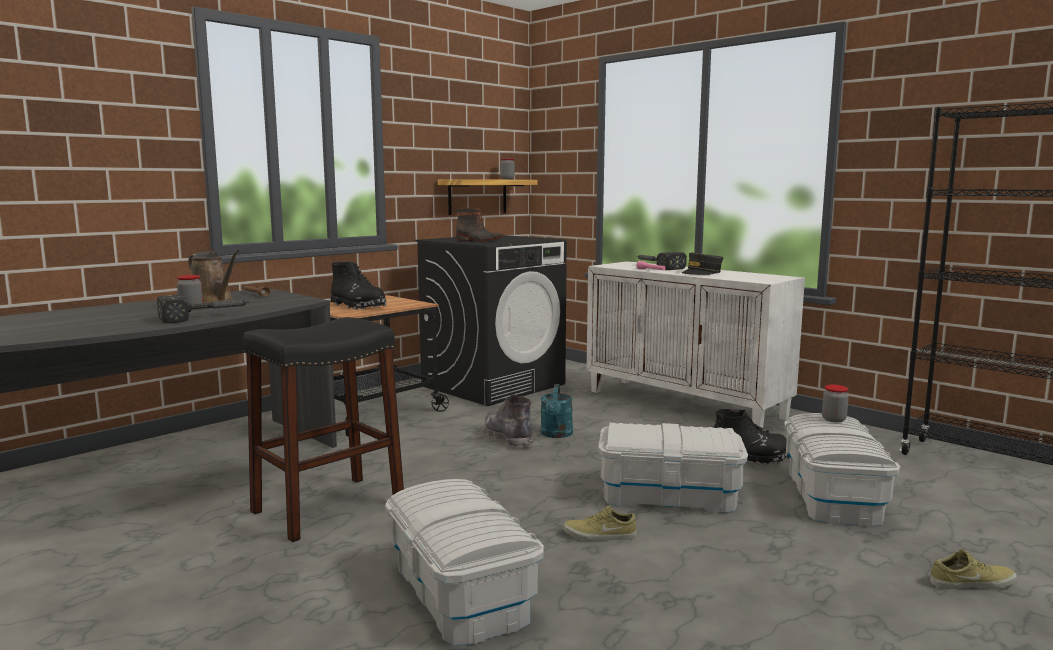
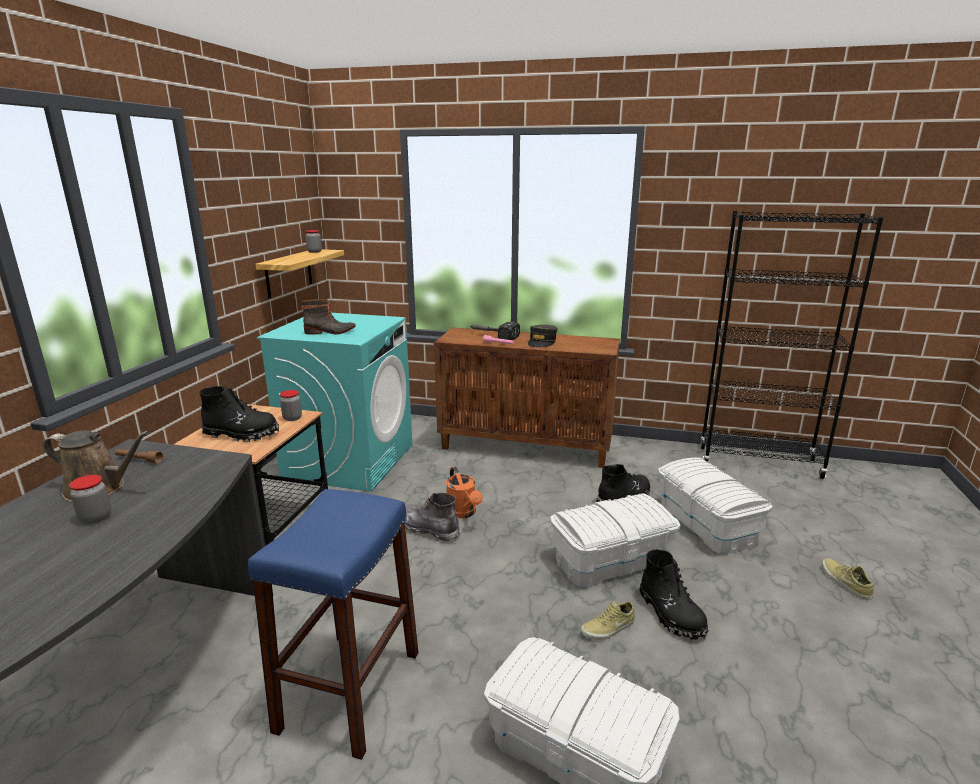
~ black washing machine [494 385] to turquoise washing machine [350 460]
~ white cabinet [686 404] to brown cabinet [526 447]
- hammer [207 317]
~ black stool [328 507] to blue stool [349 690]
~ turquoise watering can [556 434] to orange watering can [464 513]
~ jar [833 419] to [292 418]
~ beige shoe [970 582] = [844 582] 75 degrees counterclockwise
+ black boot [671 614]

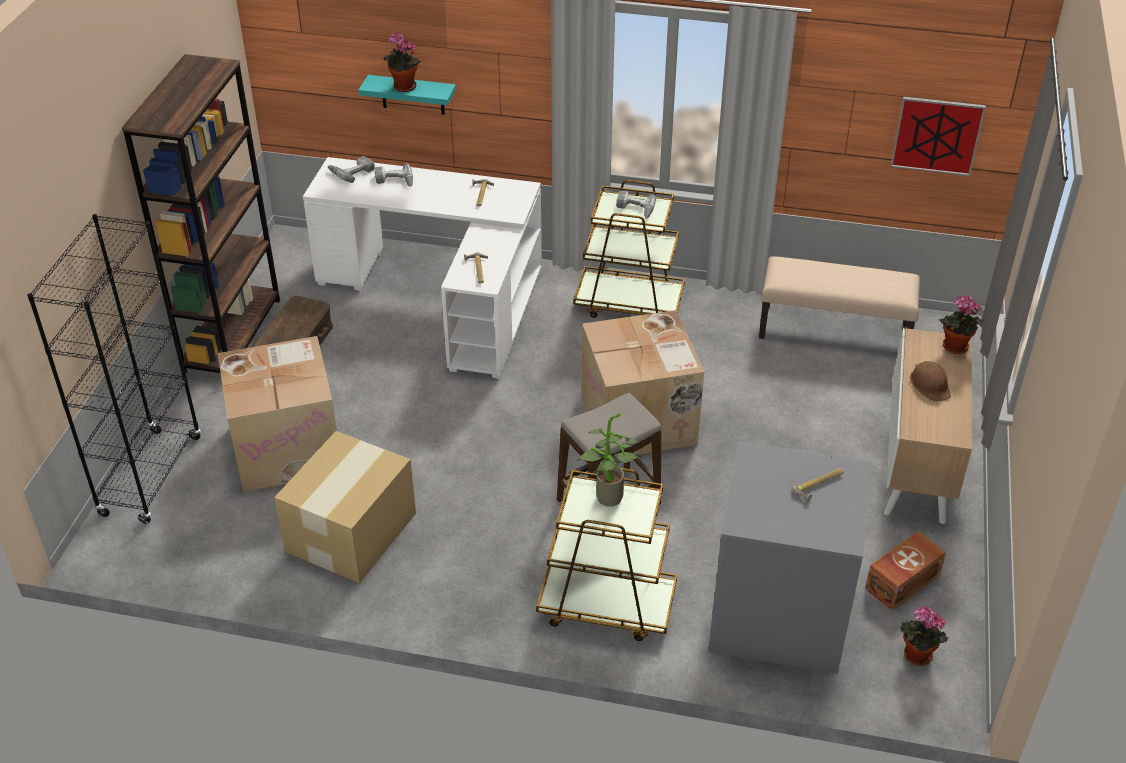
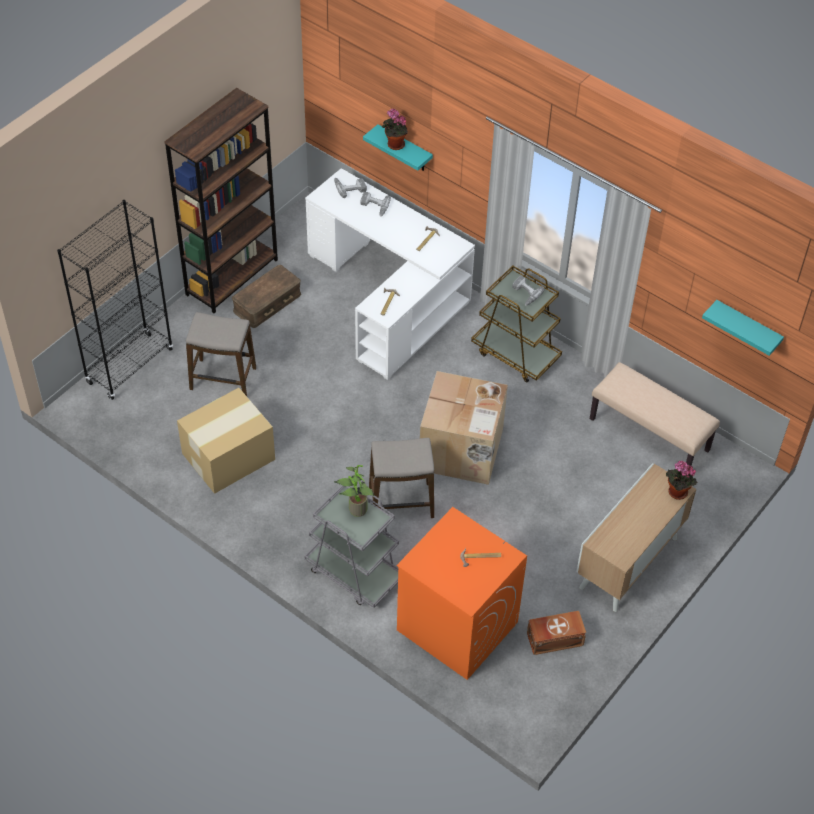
~ picture [937 135] to turquoise shelf [747 327]
~ cardboard box [288 447] to stool [223 378]
- brown hard hat [930 385]
~ grey washing machine [777 615] to orange washing machine [456 626]
~ brown cart [606 605] to grey cart [354 572]
- potted plant [915 656]

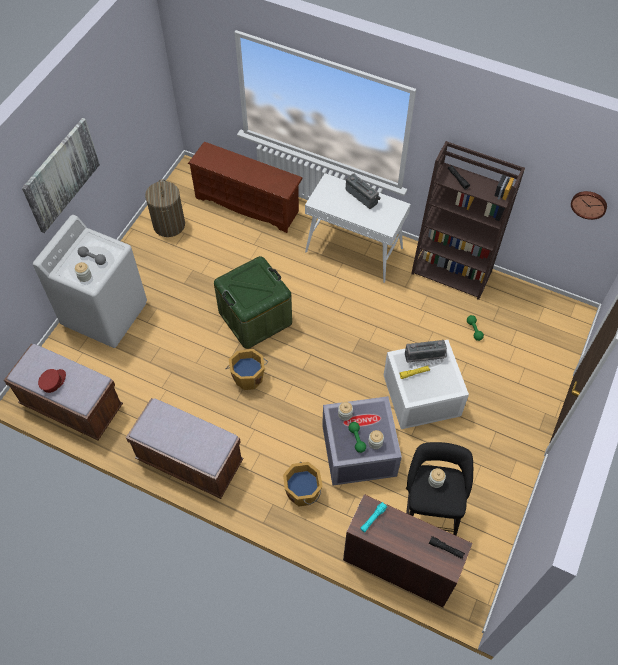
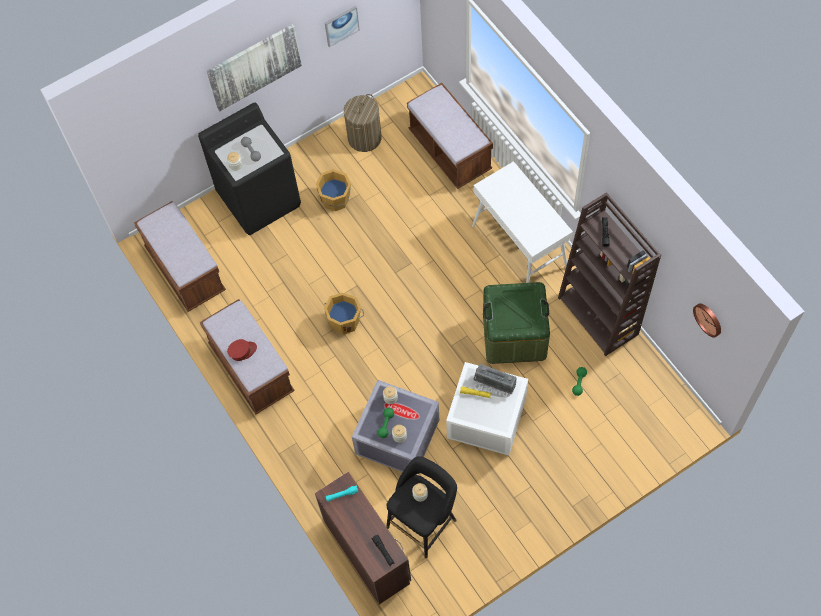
~ brown shoe rack [248 204] to brown bench [450 151]
- radio [363 196]
~ white washing machine [105 313] to black washing machine [259 199]
~ green storage box [255 317] to [514 335]
~ red cap [53 382] to [242 351]
~ orange bucket [303 492] to [336 199]
+ picture [341 25]

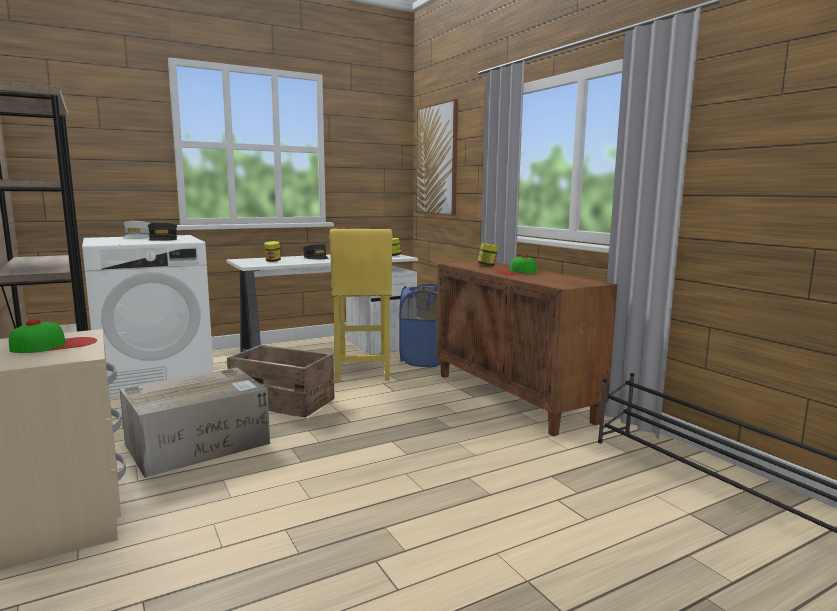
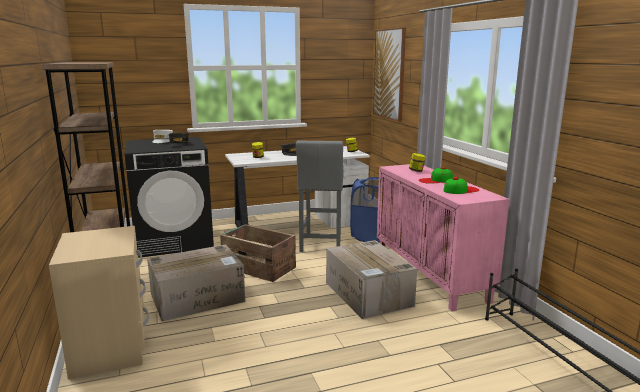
~ yellow stool [362 371] to grey stool [321 244]
~ white washing machine [155 377] to black washing machine [174 240]
~ brown cabinet [513 397] to pink cabinet [430 275]
~ cap [54 345] to [460 190]
+ cardboard box [369 294]

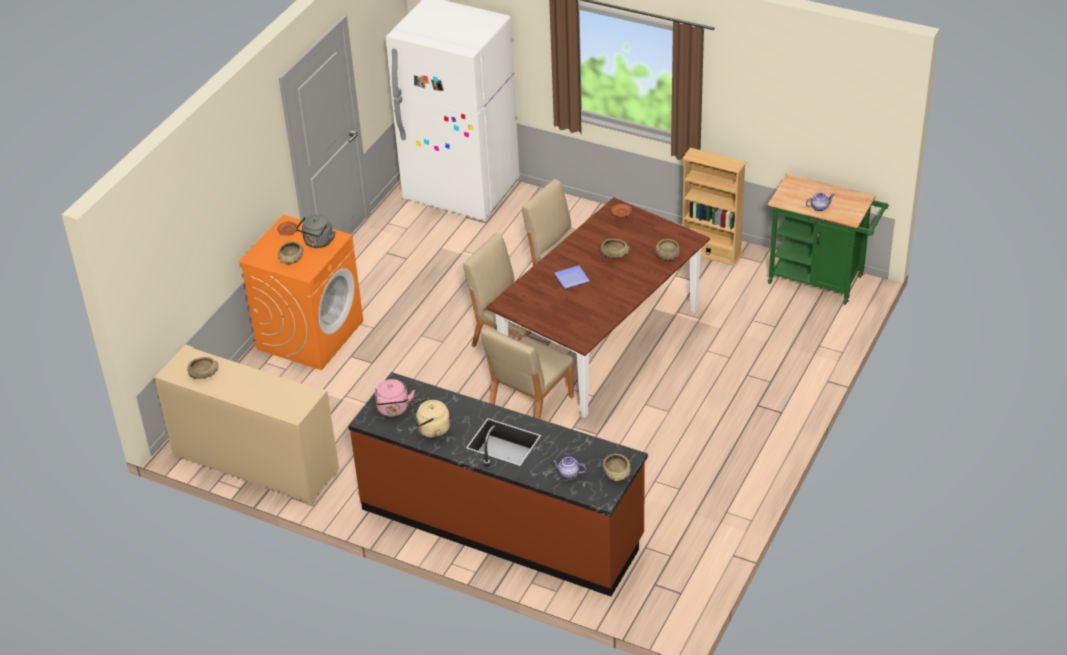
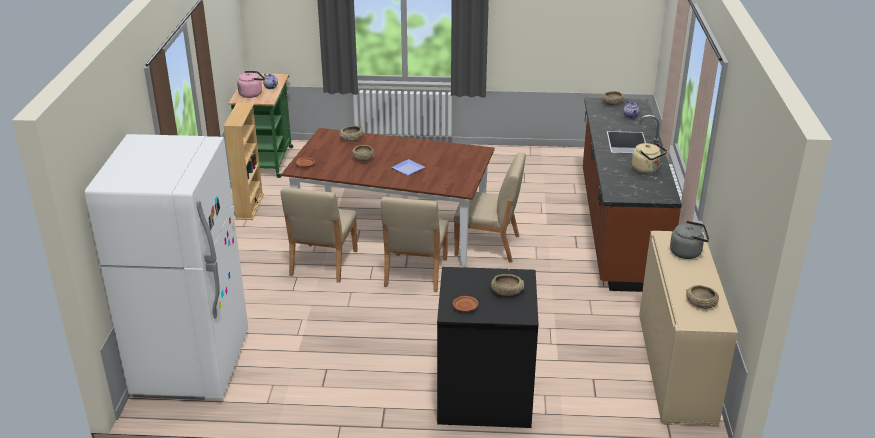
~ grey kettle [318 242] to [687 252]
~ orange washing machine [310 334] to black washing machine [483 396]
~ pink kettle [393 410] to [252 94]

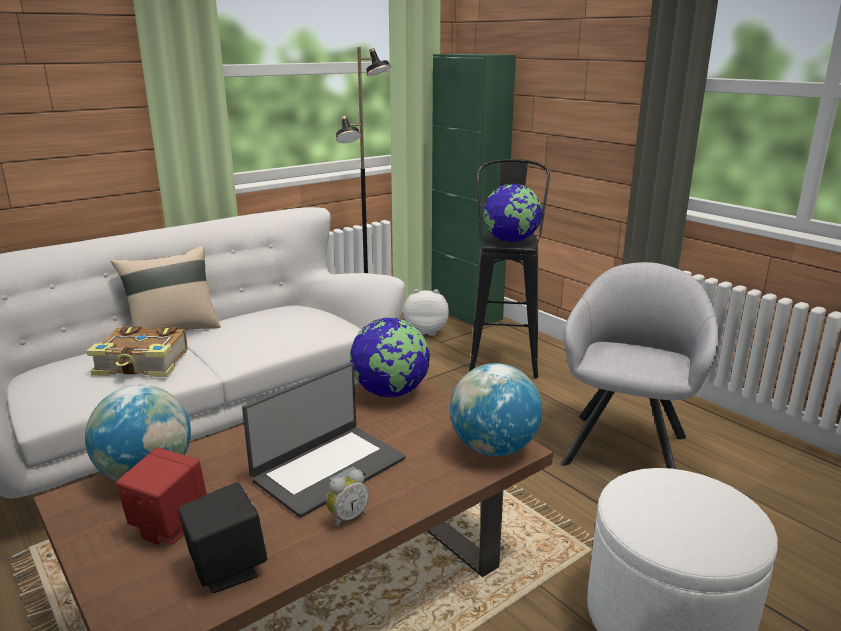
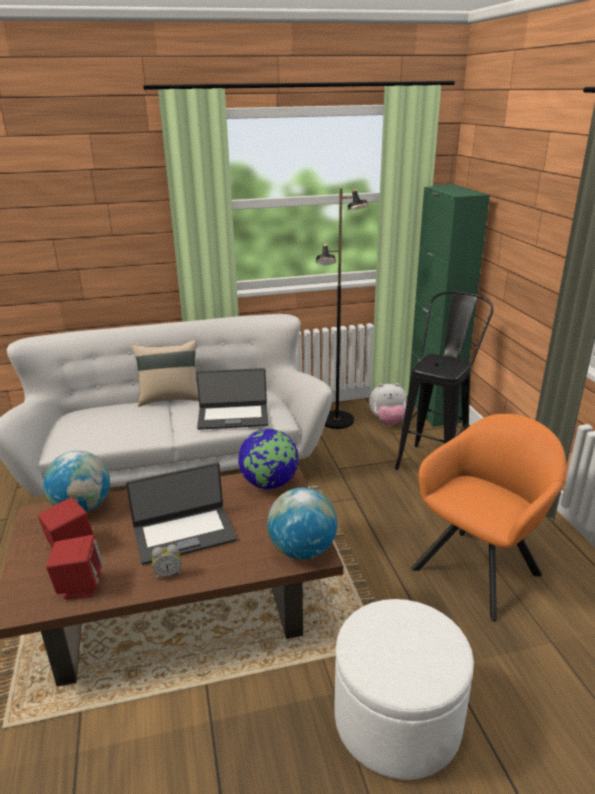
- globe [511 241]
~ grey armchair [627 445] to orange armchair [480 568]
~ plush toy [426 331] = [387 421] 150 degrees clockwise
- book [143 364]
~ black speaker [226 569] to red speaker [80 586]
+ laptop [233 417]

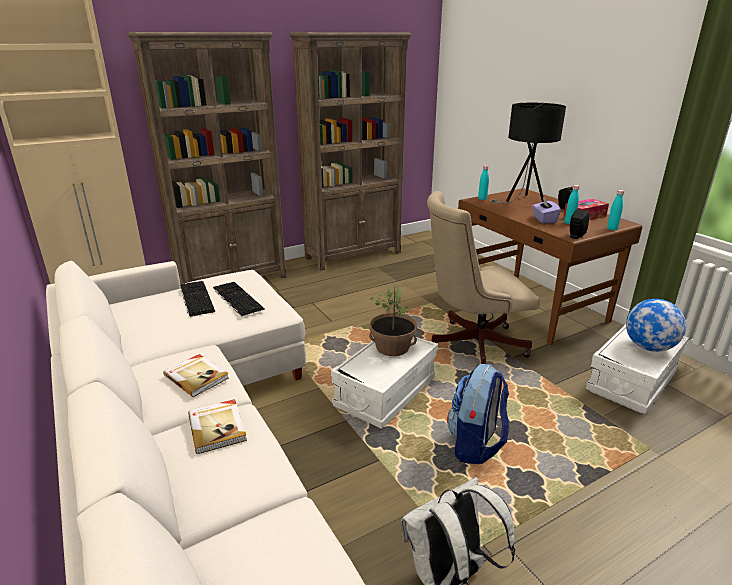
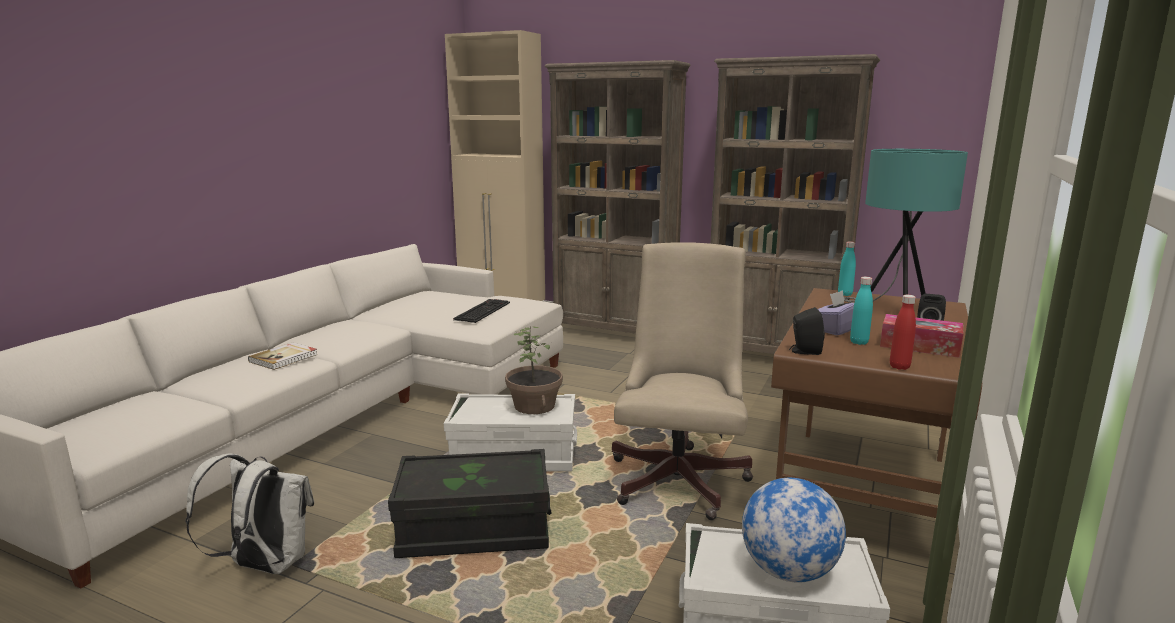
~ black table lamp [523 201] to turquoise table lamp [893 310]
~ turquoise bottle [612 228] to red bottle [899 367]
~ beige office chair [471 344] = [680 476] 60 degrees clockwise
- keyboard [195 298]
- book [197 376]
~ backpack [476 445] to black storage box [474 530]

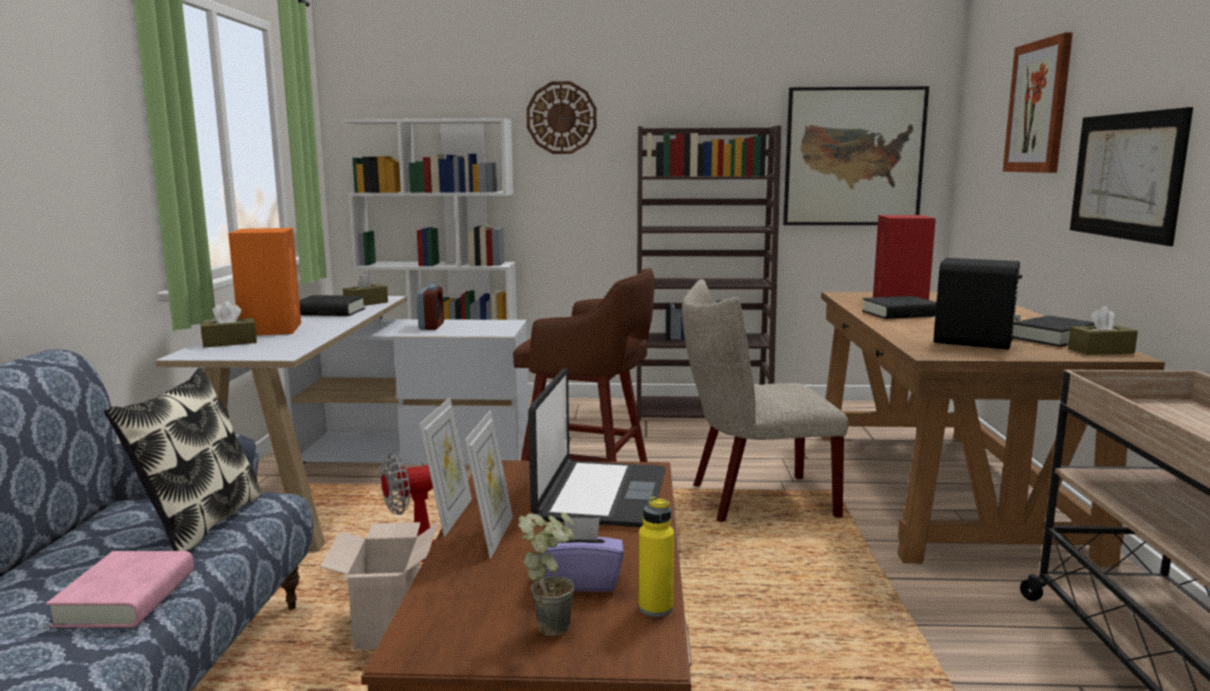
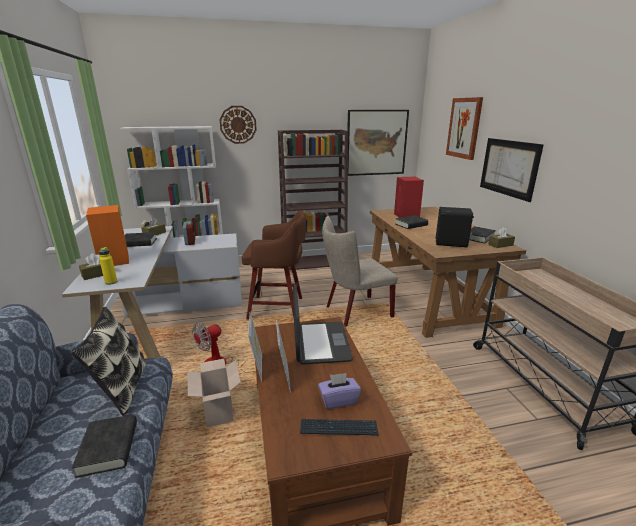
~ yellow bottle [655 608] to [111 282]
~ potted plant [553 622] to keyboard [338 428]
~ pink book [126 598] to black book [109 448]

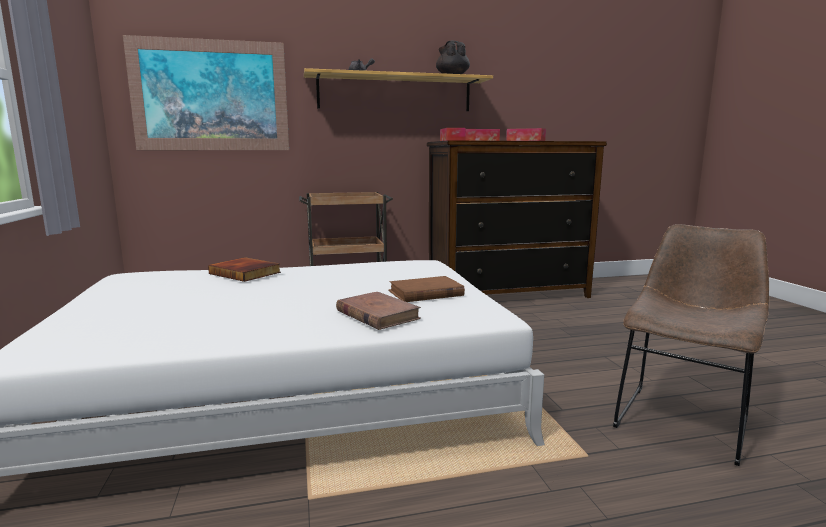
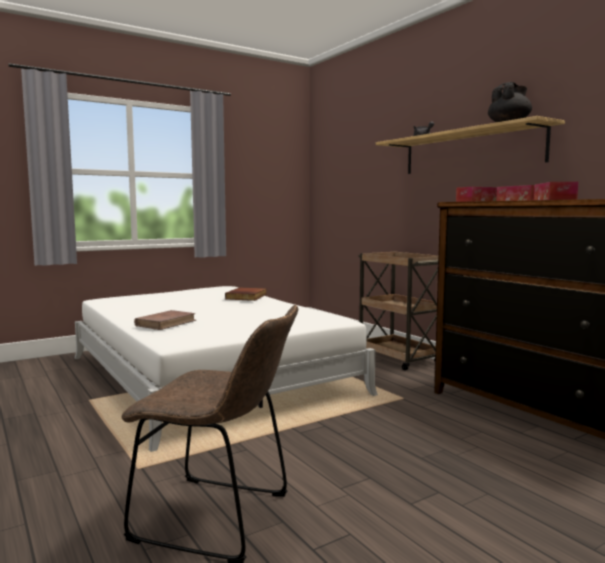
- picture [211 96]
- brown book [425 293]

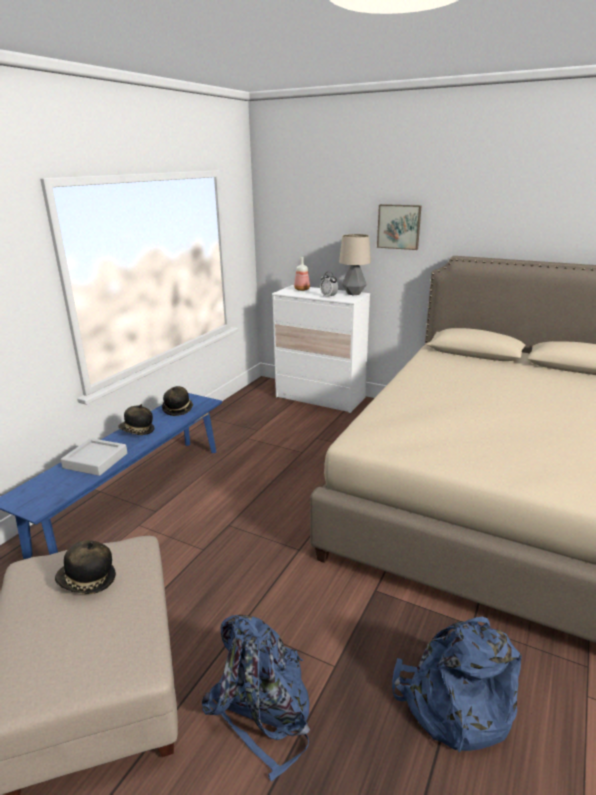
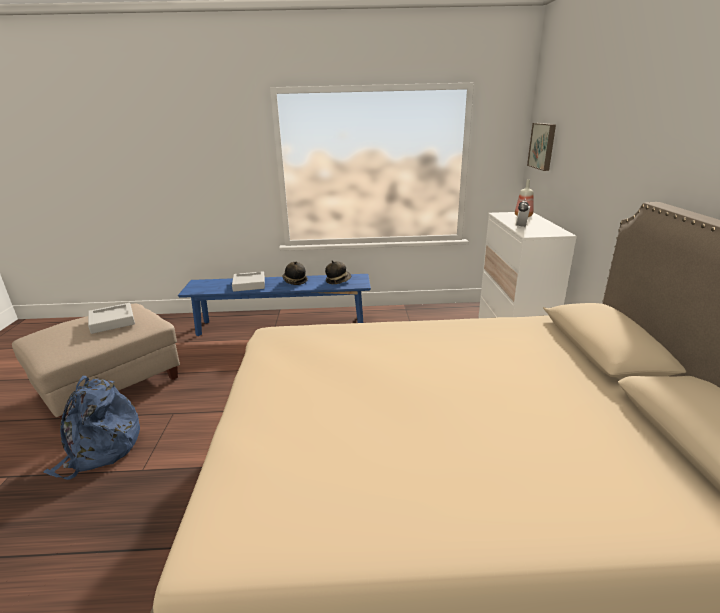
~ picture [399 226] to [543 146]
- table lamp [354 293]
~ hat [87 581] to grey tray [112 321]
- blue backpack [452 704]

